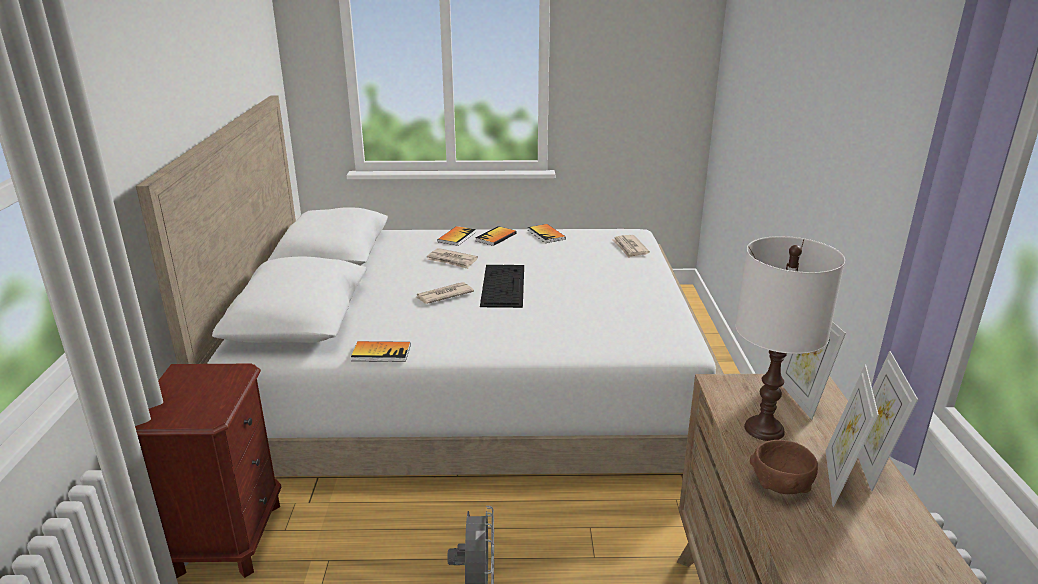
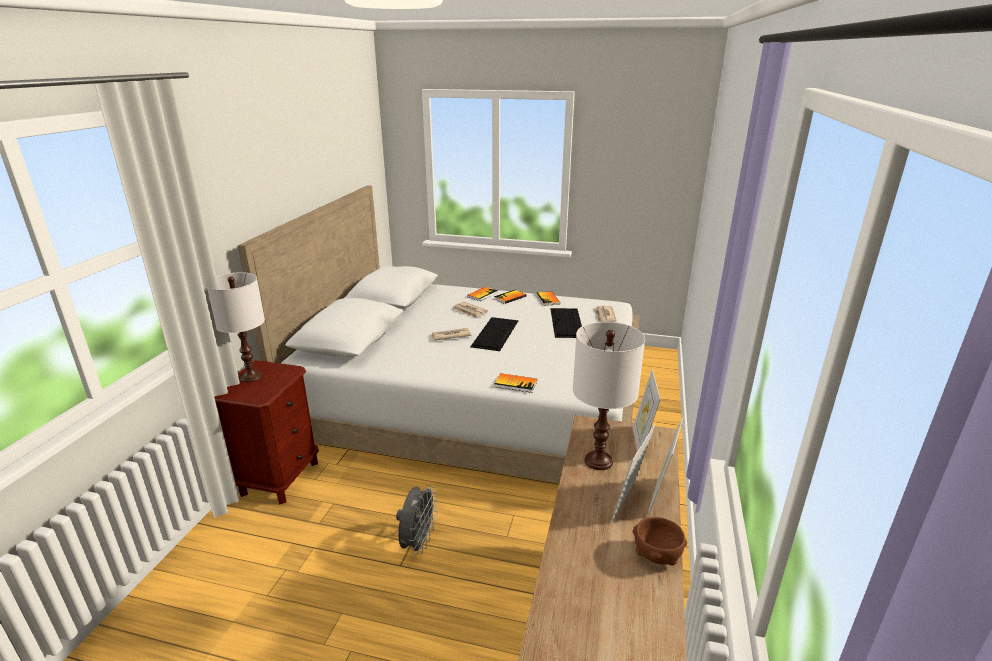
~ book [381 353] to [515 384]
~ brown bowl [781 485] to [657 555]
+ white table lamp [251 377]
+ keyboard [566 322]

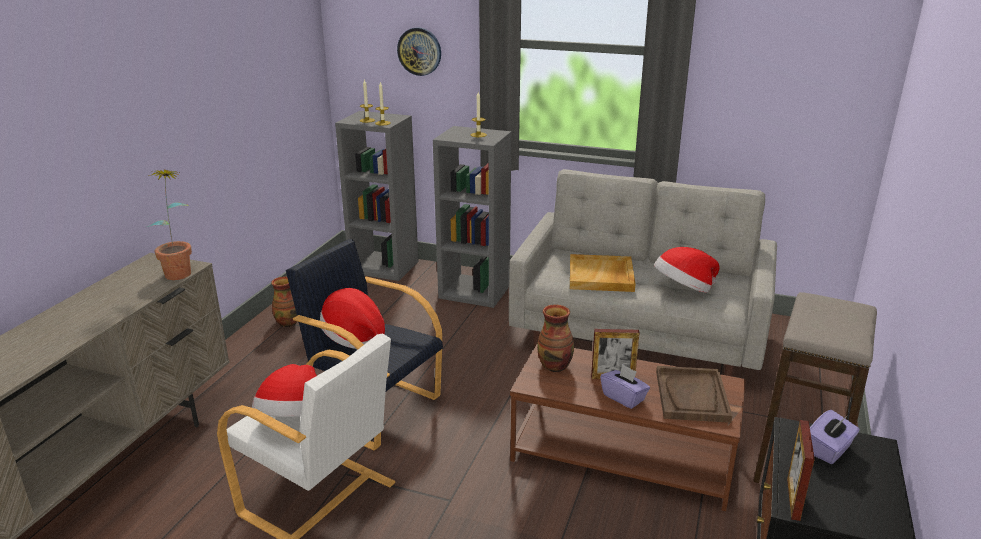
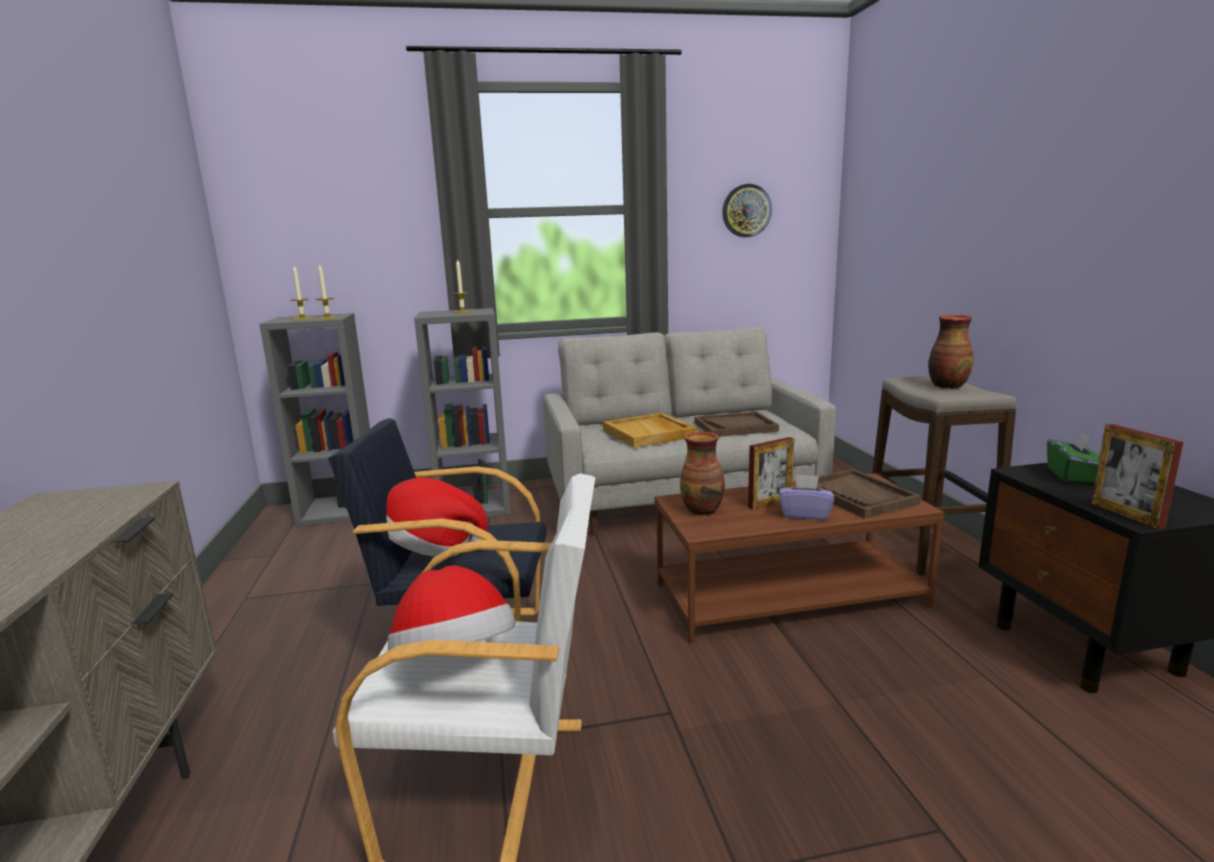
~ wall clock [419 51] to [746 211]
- potted plant [180 271]
~ hat [683 290] to brown tray [735 427]
~ vase [288 322] to [947 386]
~ purple tissue box [829 450] to green tissue box [1072 476]

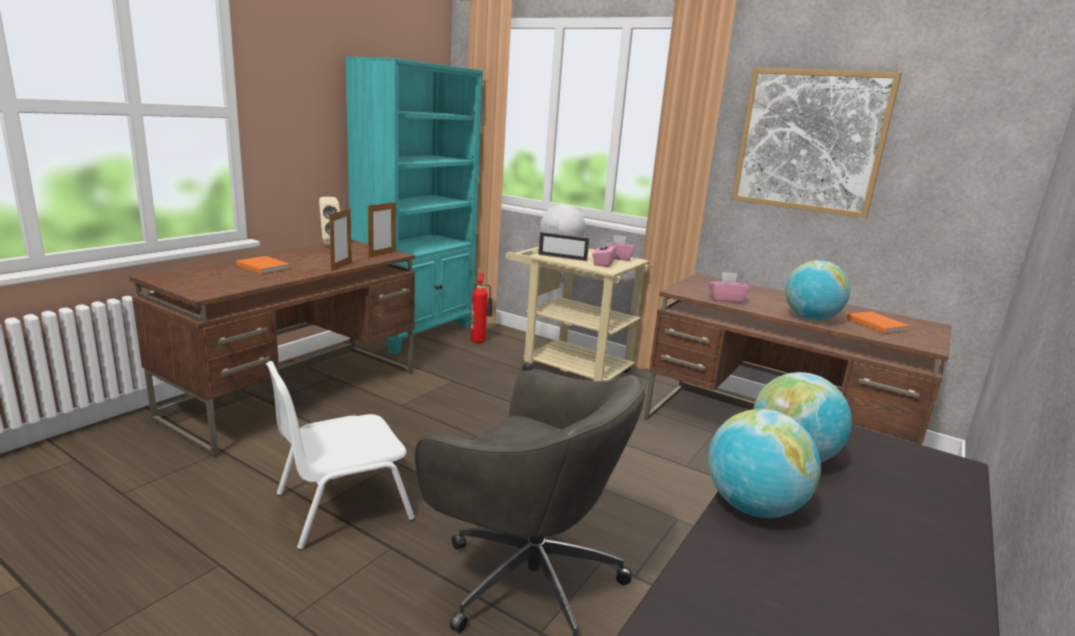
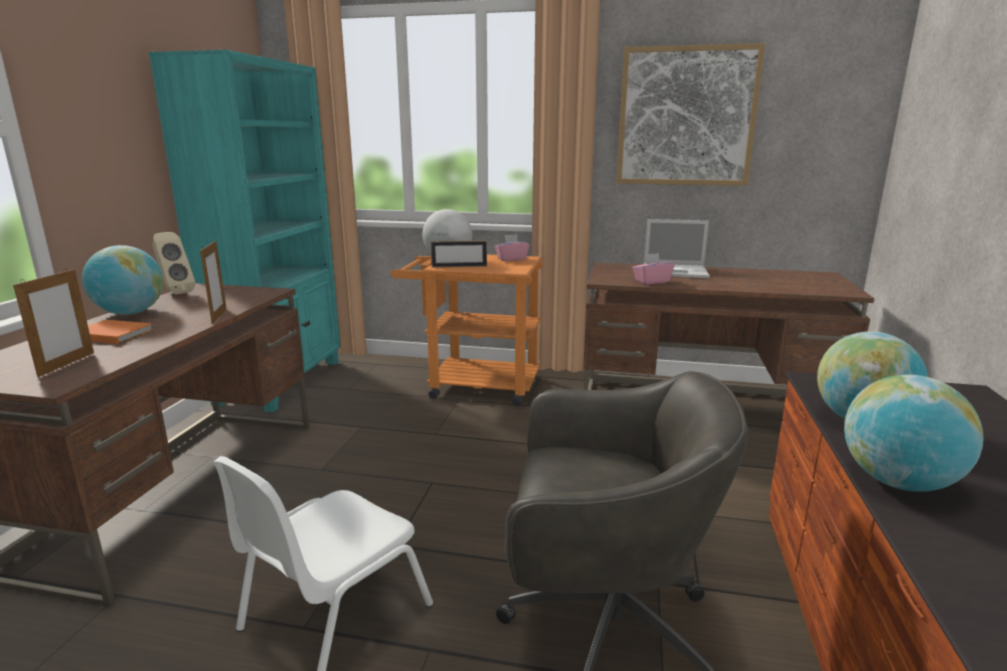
~ picture frame [382 254] to [67 364]
- pink tissue box [603 263]
~ beige cart [568 369] to orange cart [473 385]
~ globe [811 318] to [130 313]
- fire extinguisher [479 340]
- orange book [876 324]
+ laptop [676 271]

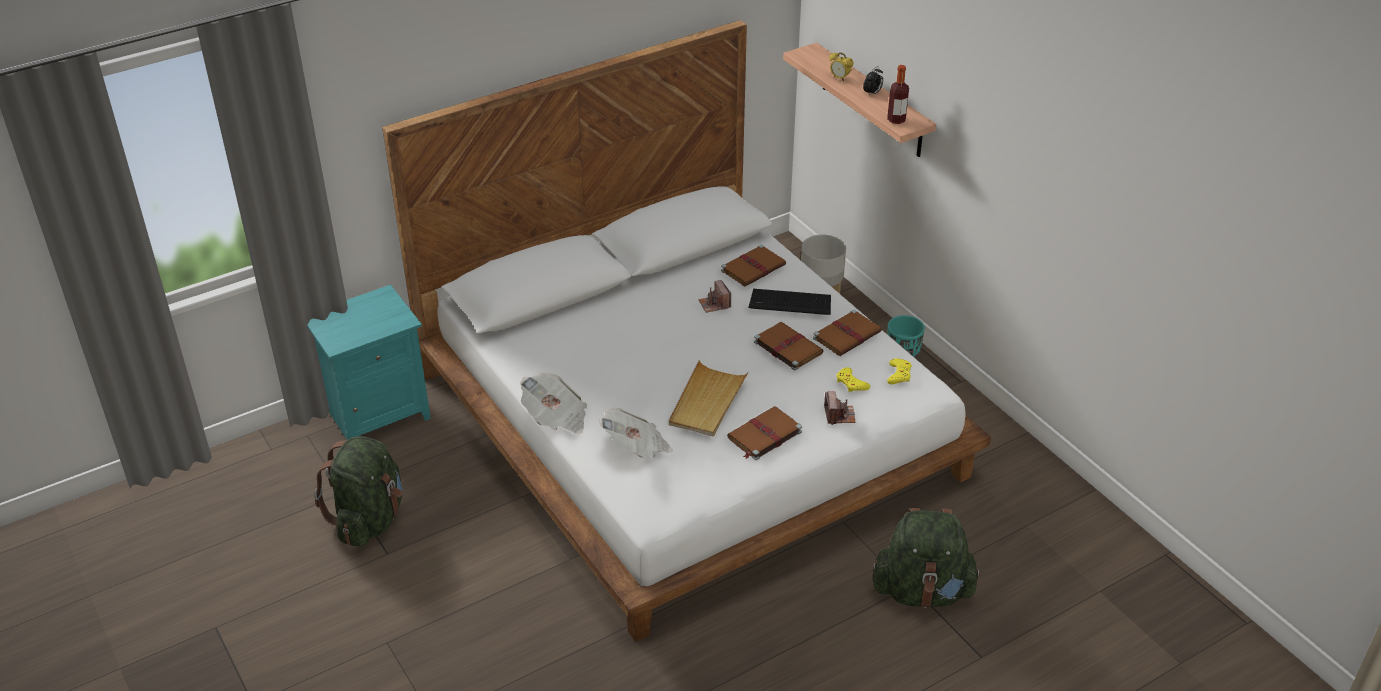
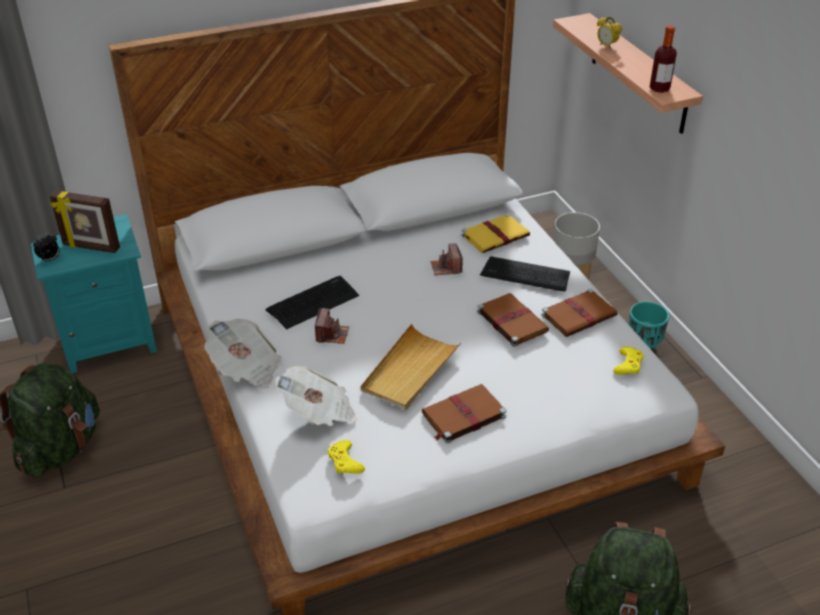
~ alarm clock [872 93] to [50 259]
~ brown book [754 267] to yellow book [496 235]
~ yellow game controller [851 383] to [345 461]
~ photo camera [839 415] to [331 334]
+ picture frame [91 247]
+ keyboard [313 303]

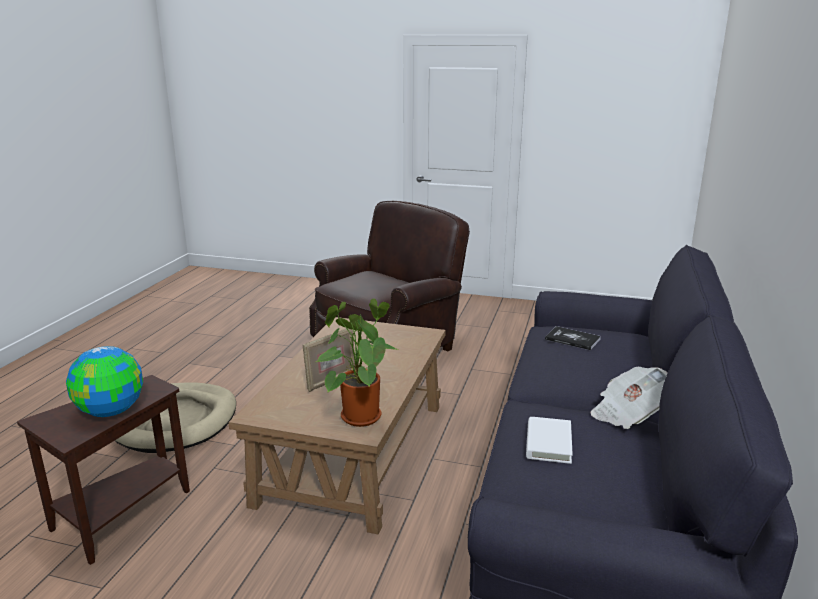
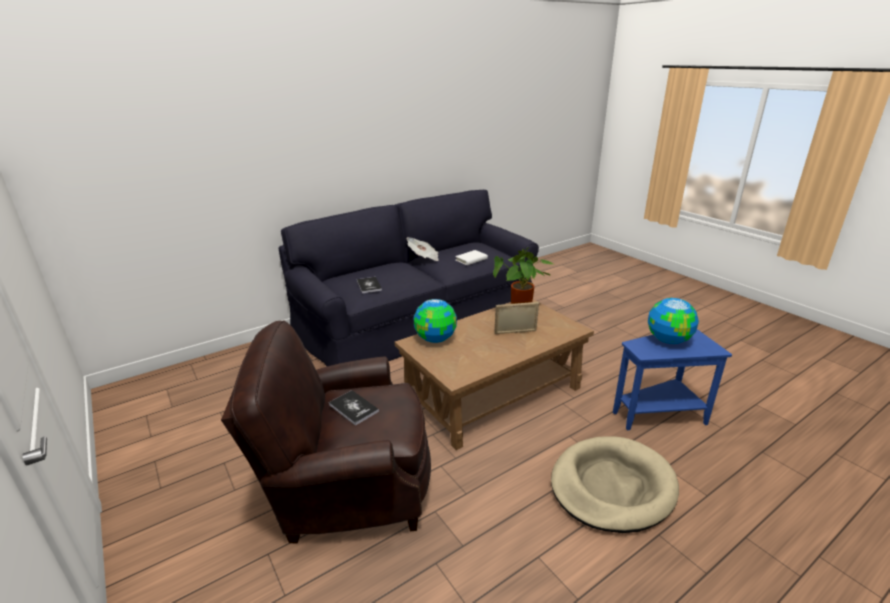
~ brown side table [120 517] to blue side table [660 414]
+ globe [436 339]
+ book [353 408]

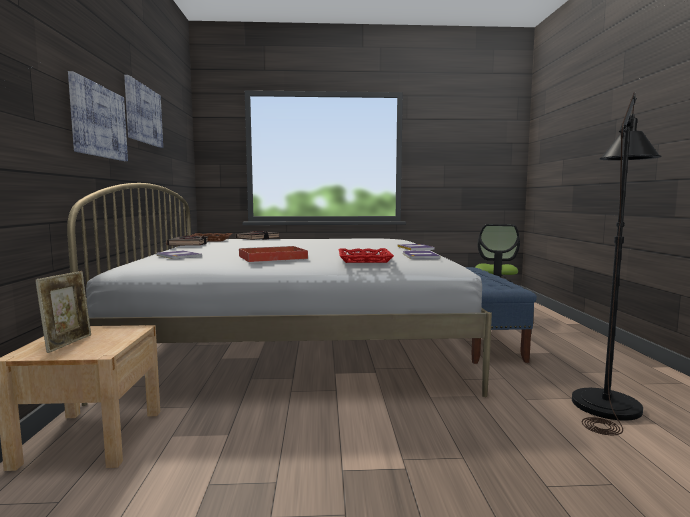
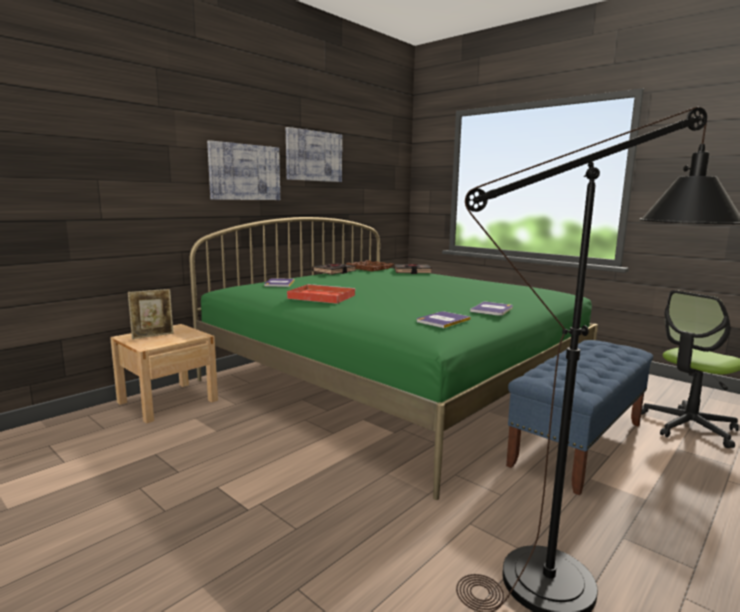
~ white bed [298 342] to green bed [394 382]
- red tray [364 259]

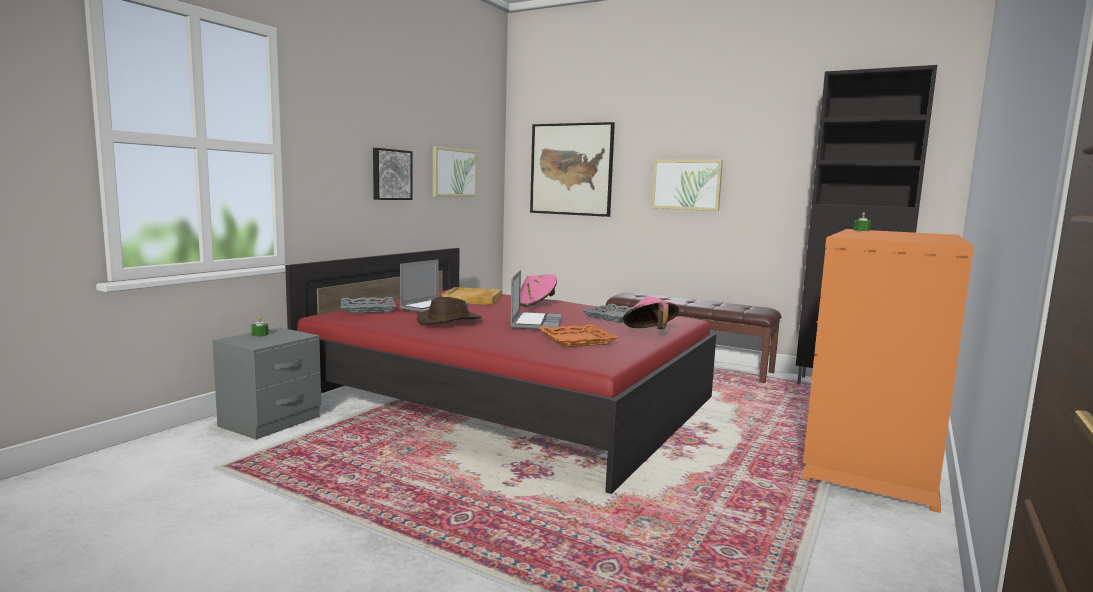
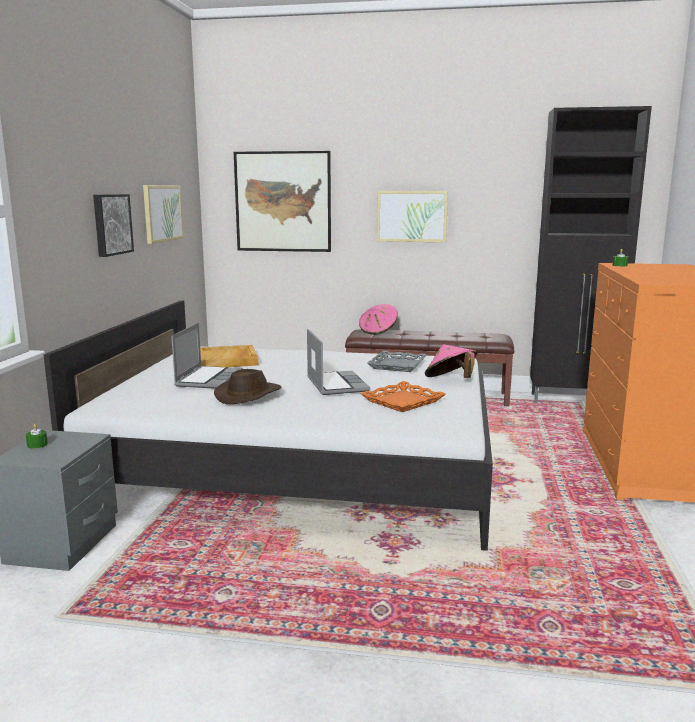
~ red bed [509 400] to white bed [301 466]
~ pink hat [536 304] to [378 331]
- grey tray [368 309]

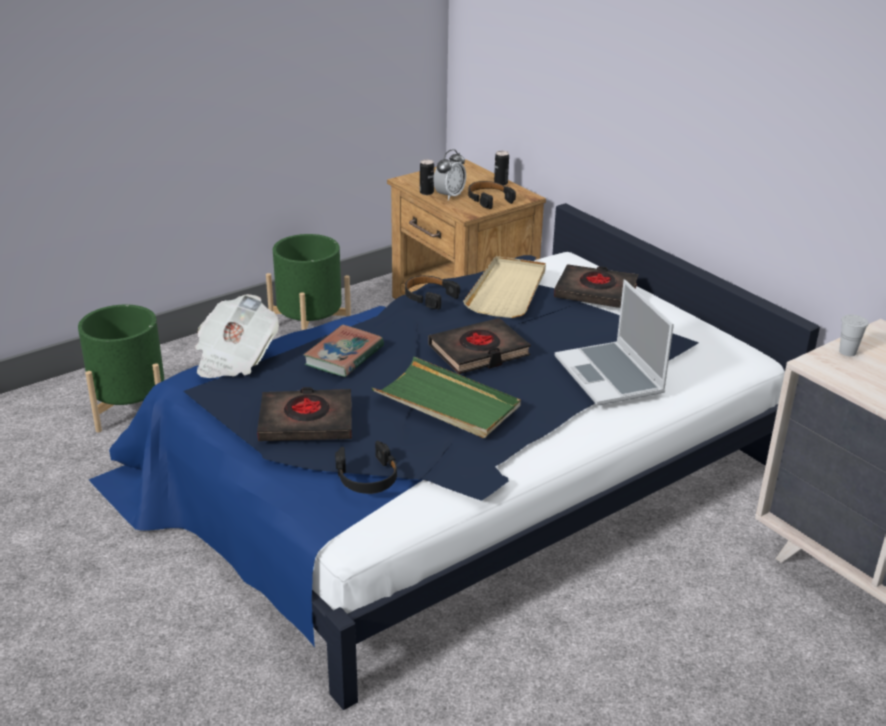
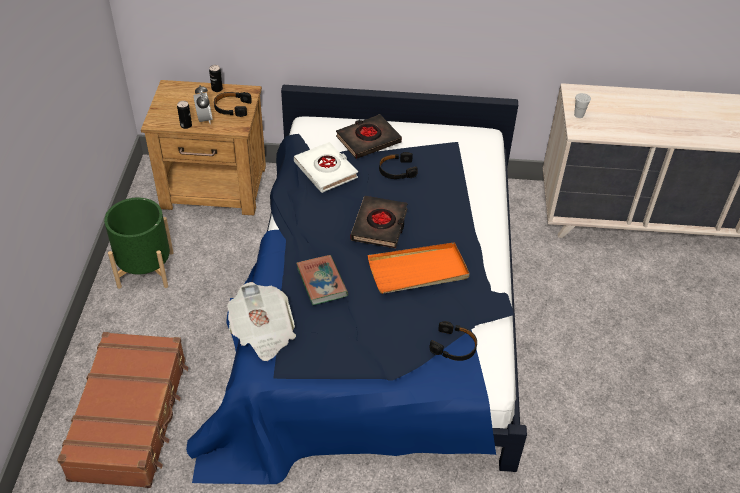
~ beige tray [507 290] to white book [326 170]
~ black headphones [429 297] to [397 170]
- laptop [610 376]
~ green planter [131 409] to brown suitcase [131 417]
~ green tray [447 402] to orange tray [418 271]
- black book [306 422]

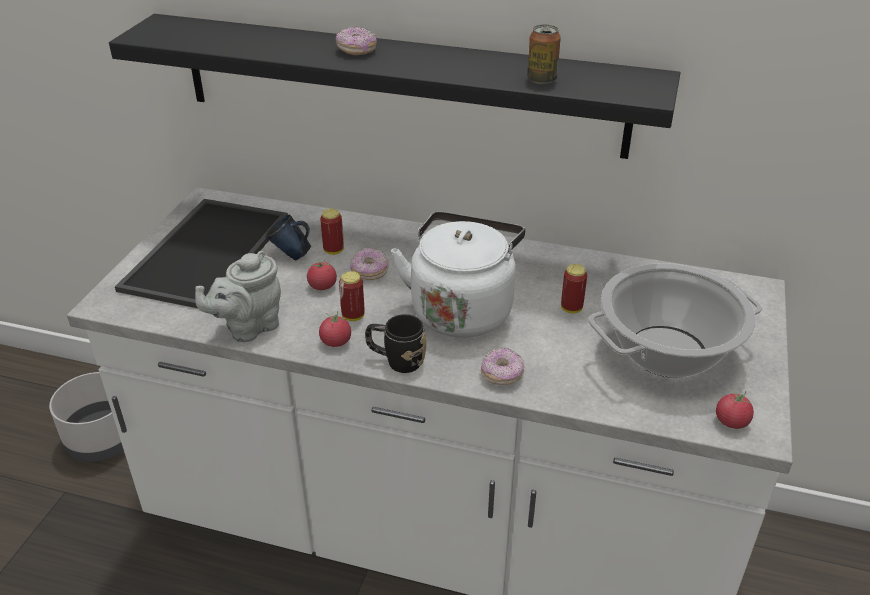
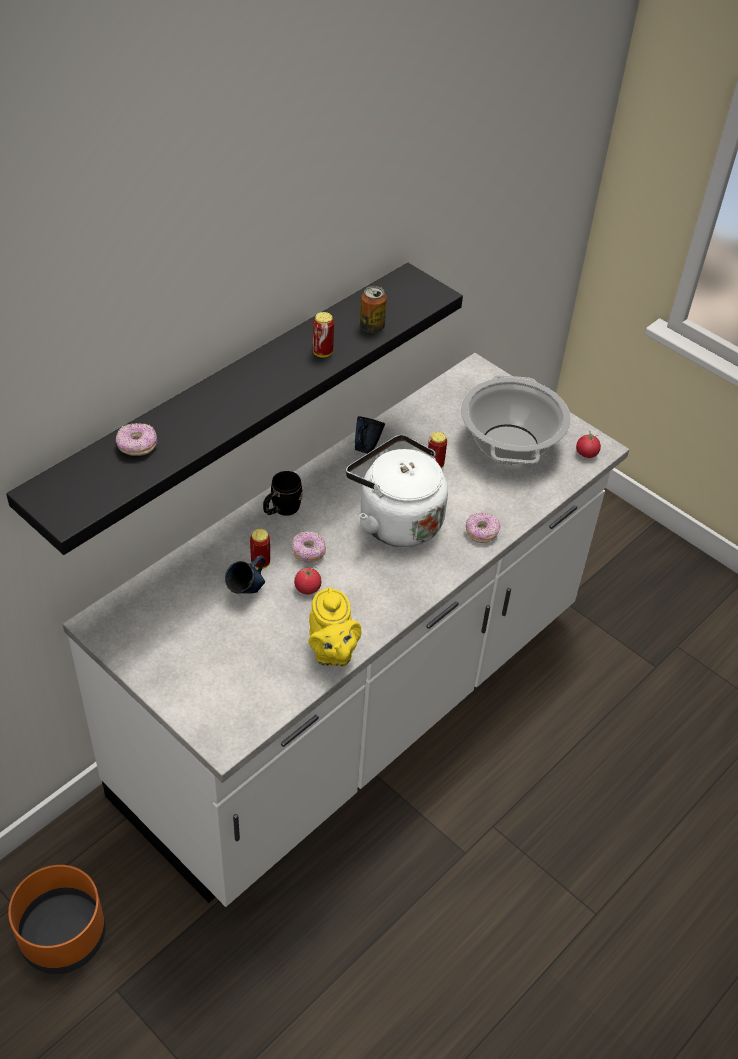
~ donut [357 50] to [137 446]
- tray [205 251]
~ grey teapot [248 327] to yellow teapot [331 652]
~ can [353 316] to [322 353]
- tomato [336 342]
~ black mug [396 361] to [281 510]
~ grey planter [103 439] to orange planter [62 935]
+ blue mug [366 447]

